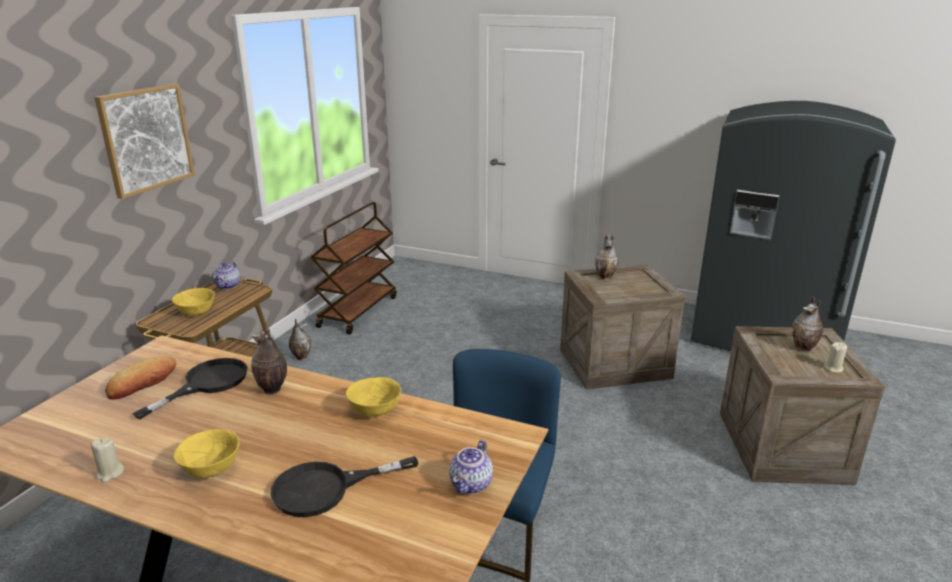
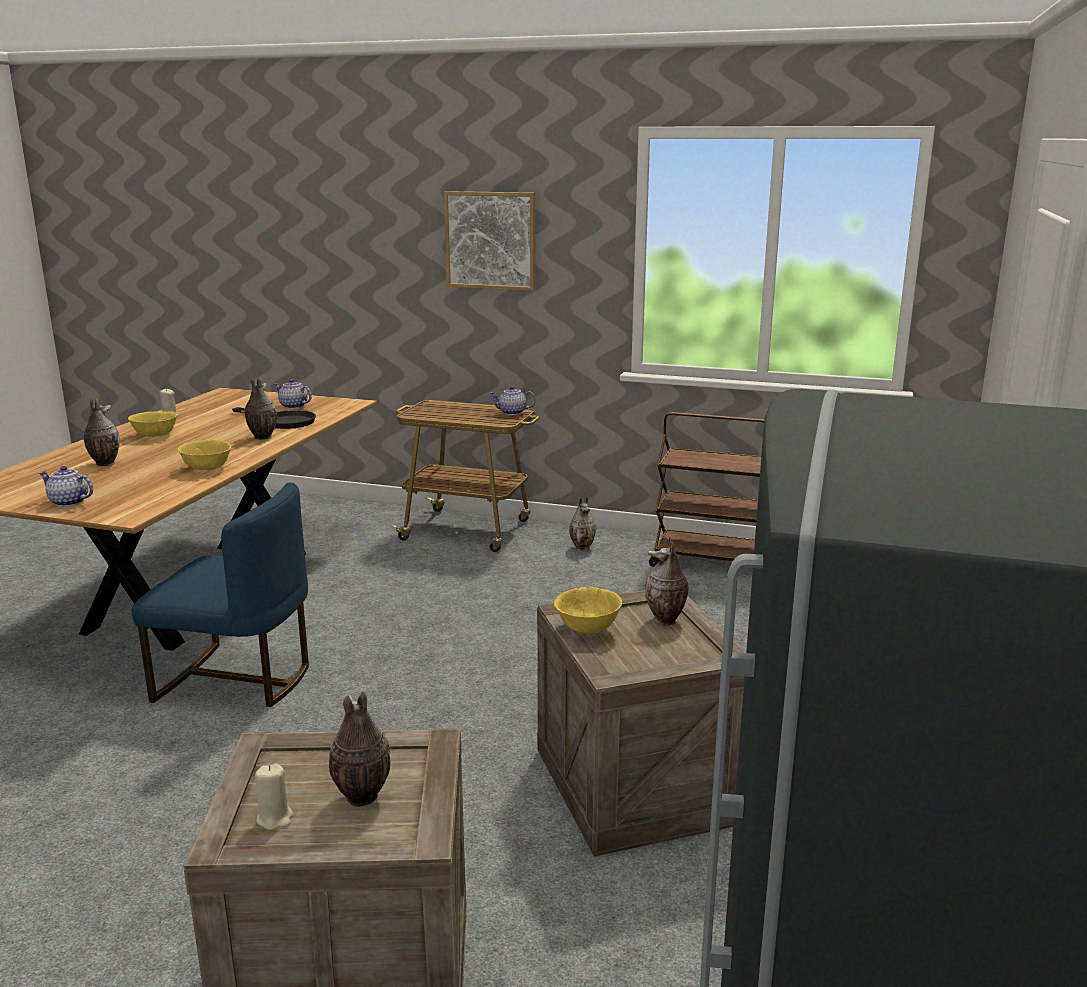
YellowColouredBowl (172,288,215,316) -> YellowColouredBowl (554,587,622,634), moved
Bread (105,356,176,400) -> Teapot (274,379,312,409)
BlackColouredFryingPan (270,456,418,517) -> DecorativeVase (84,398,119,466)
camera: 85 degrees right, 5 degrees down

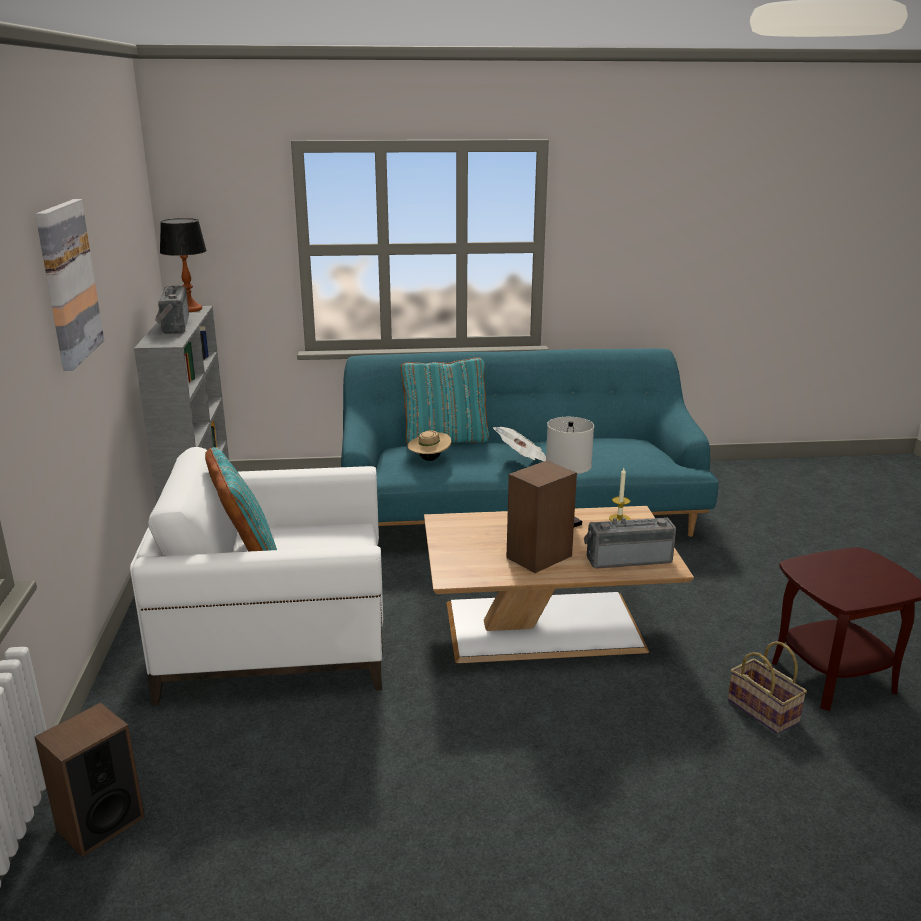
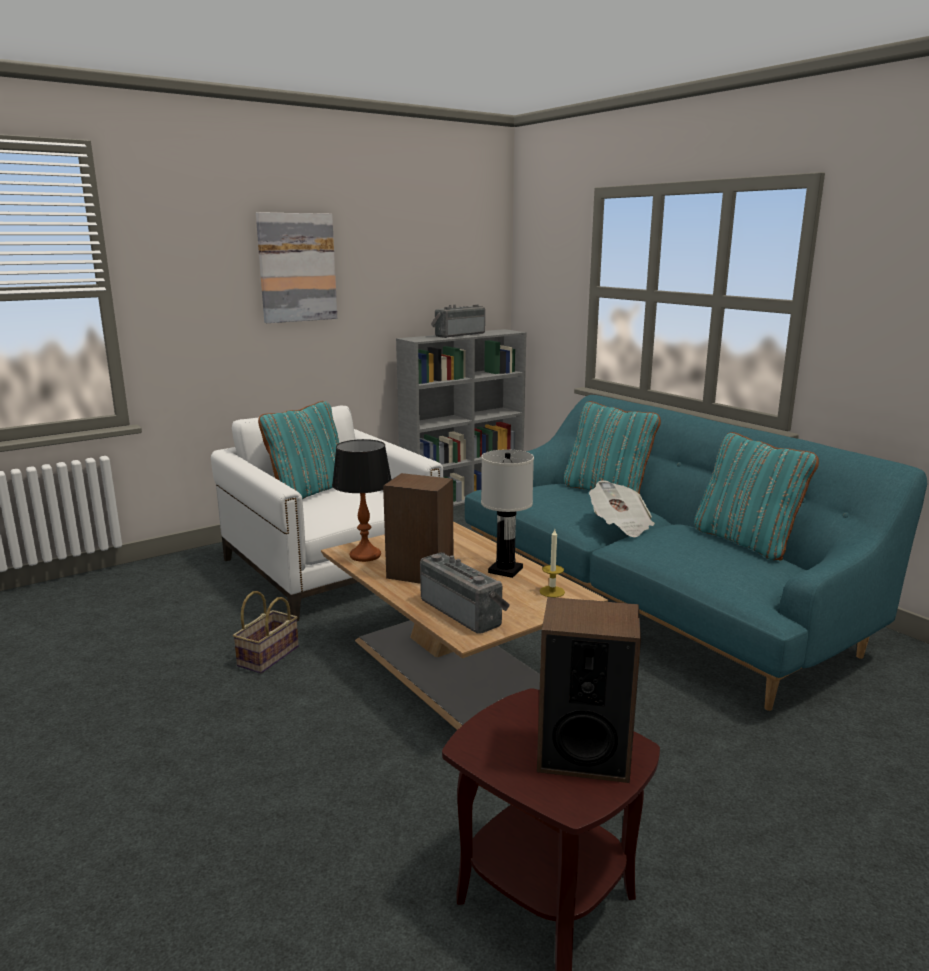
LampForATable (160,218,207,312) -> LampForATable (332,439,391,562), moved
SandColouredWearableHat (407,429,451,461) -> none
HouseholdBasket (728,641,807,734) -> HouseholdBasket (233,591,299,673), moved
Loudspeaker (35,702,145,857) -> Loudspeaker (537,597,641,783), moved
none -> TurquoiseCushion (694,432,819,561)
camera: 60 degrees right, 5 degrees down

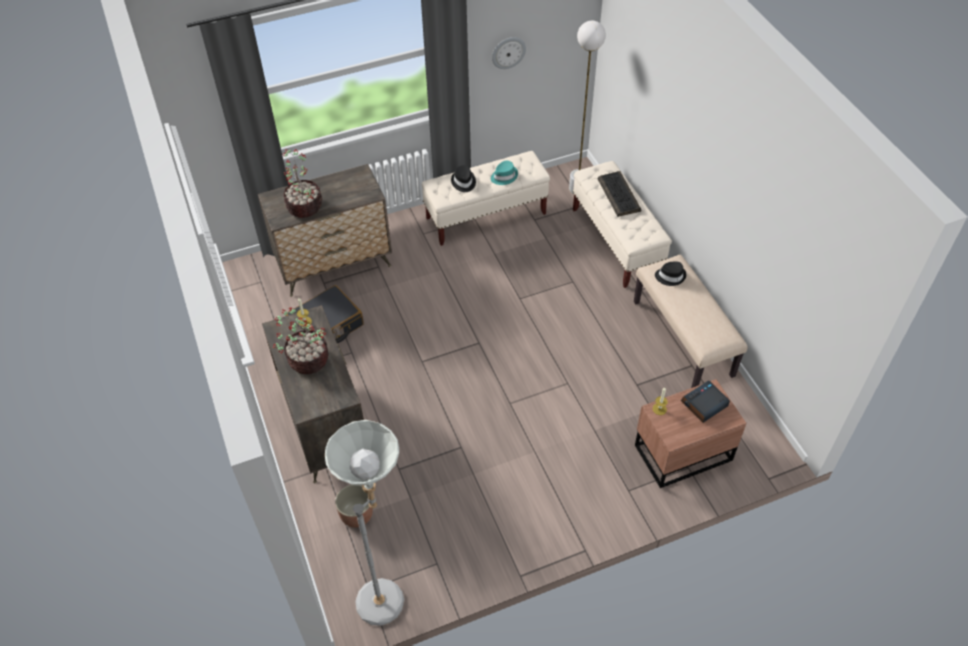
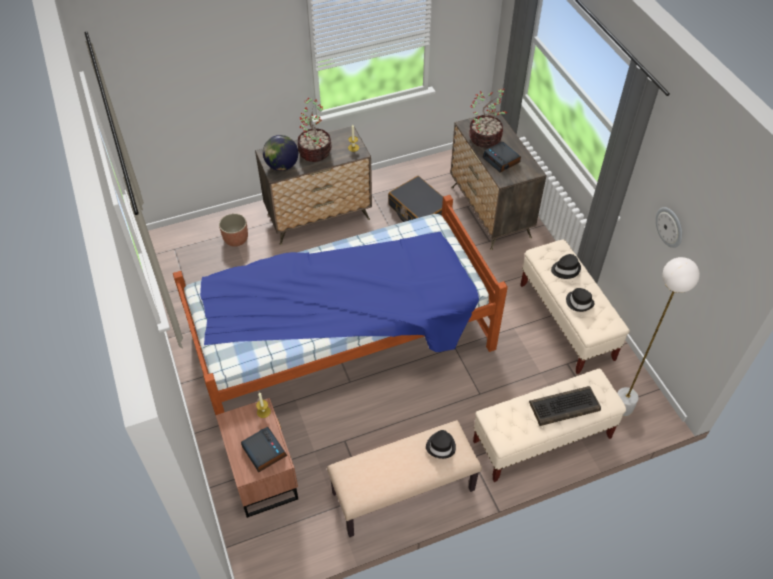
TurquoiseWearableHat (491,161,518,185) -> BlackColouredWearableHat (566,288,595,312)
GreyishFloorLamp (325,420,404,626) -> none
none -> Globe (263,135,298,171)
none -> TableClock (482,142,521,173)
none -> BedroomBed (173,195,508,415)
camera: 90 degrees right, 0 degrees up

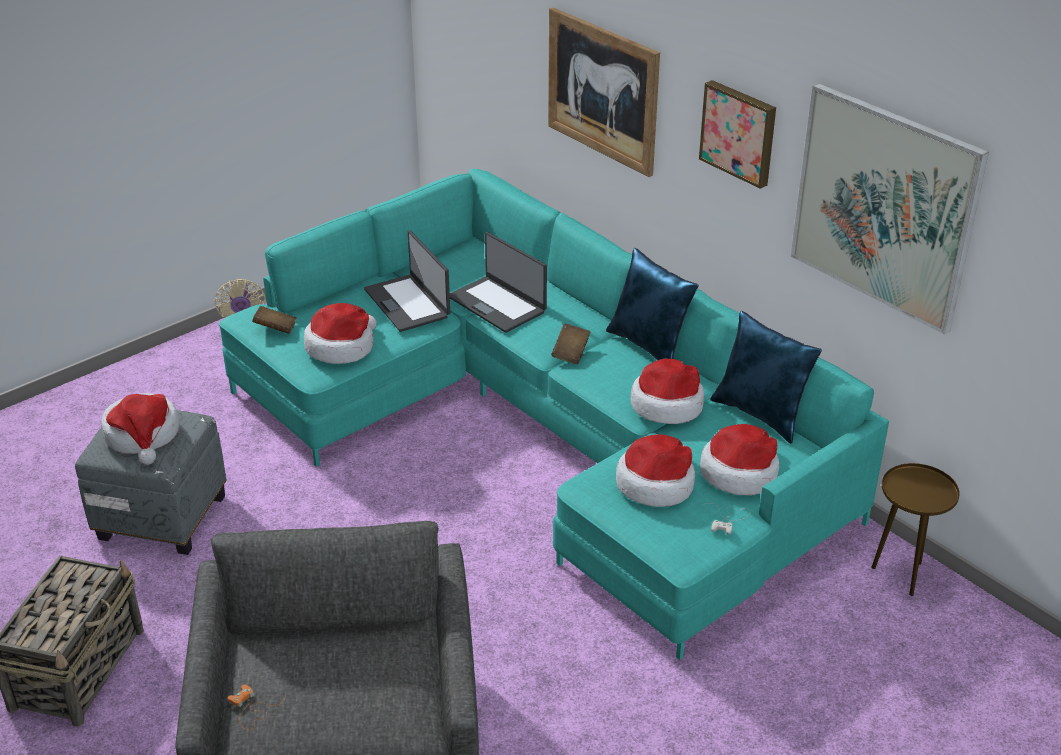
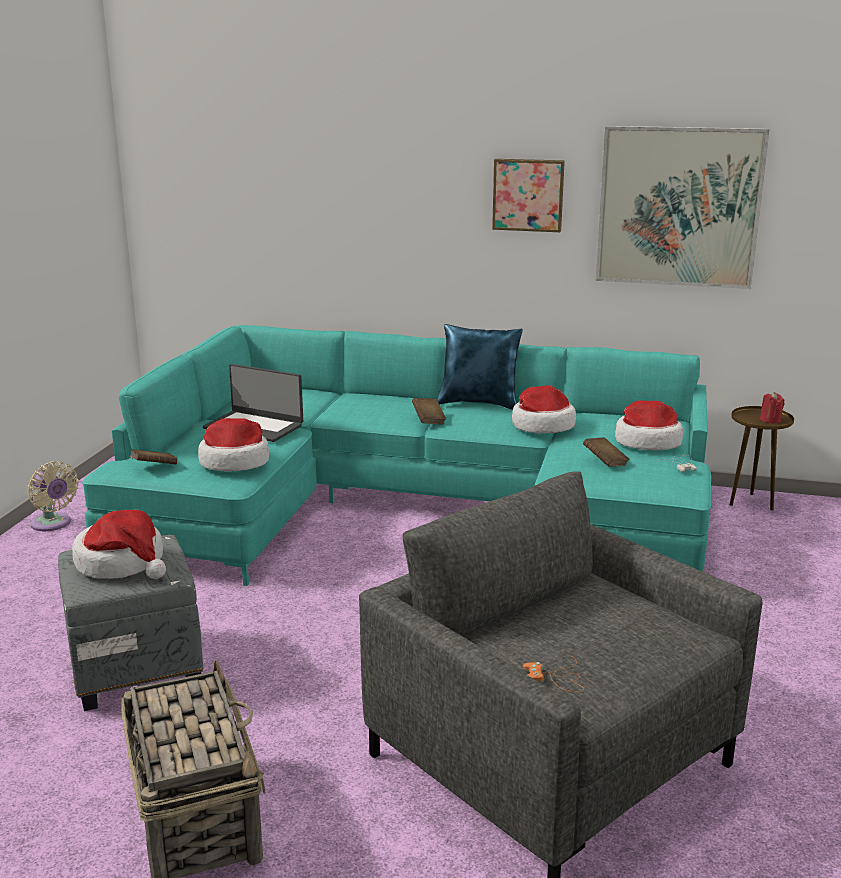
Picture (548,7,660,177) -> none
Laptop (450,232,547,333) -> none
BlueCushion (711,311,822,443) -> none
WearableHat (616,434,695,507) -> BrownColouredBook (583,437,630,467)
none -> ReddishWaxLight (760,392,784,424)
camera: 35 degrees left, 15 degrees down

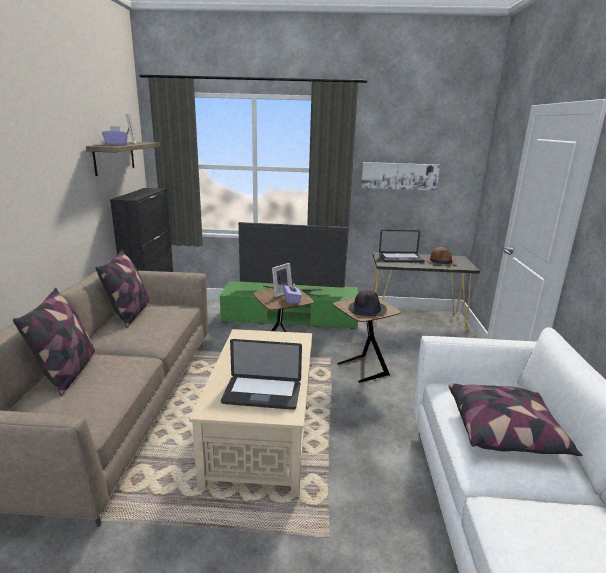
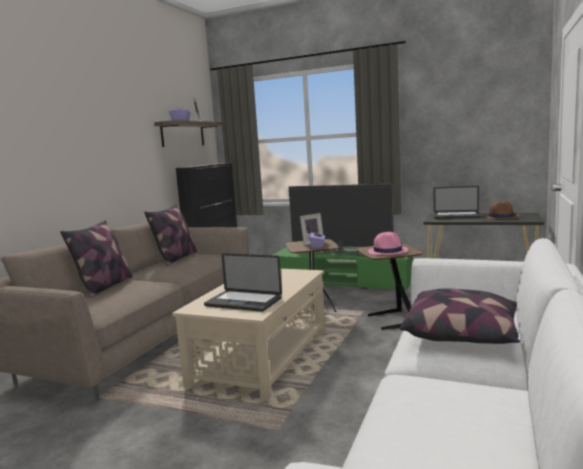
Picture (361,162,440,191) -> none
BlackColouredWearableHat (349,290,387,316) -> PinkColouredWearableHat (368,232,408,255)
camera: 20 degrees right, 10 degrees down

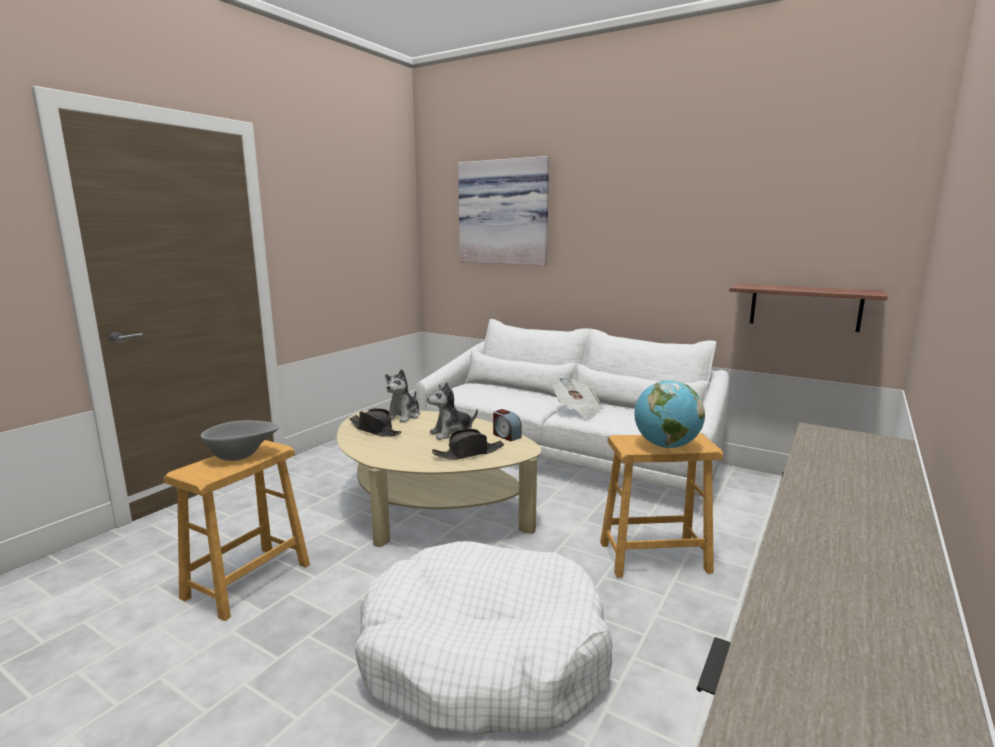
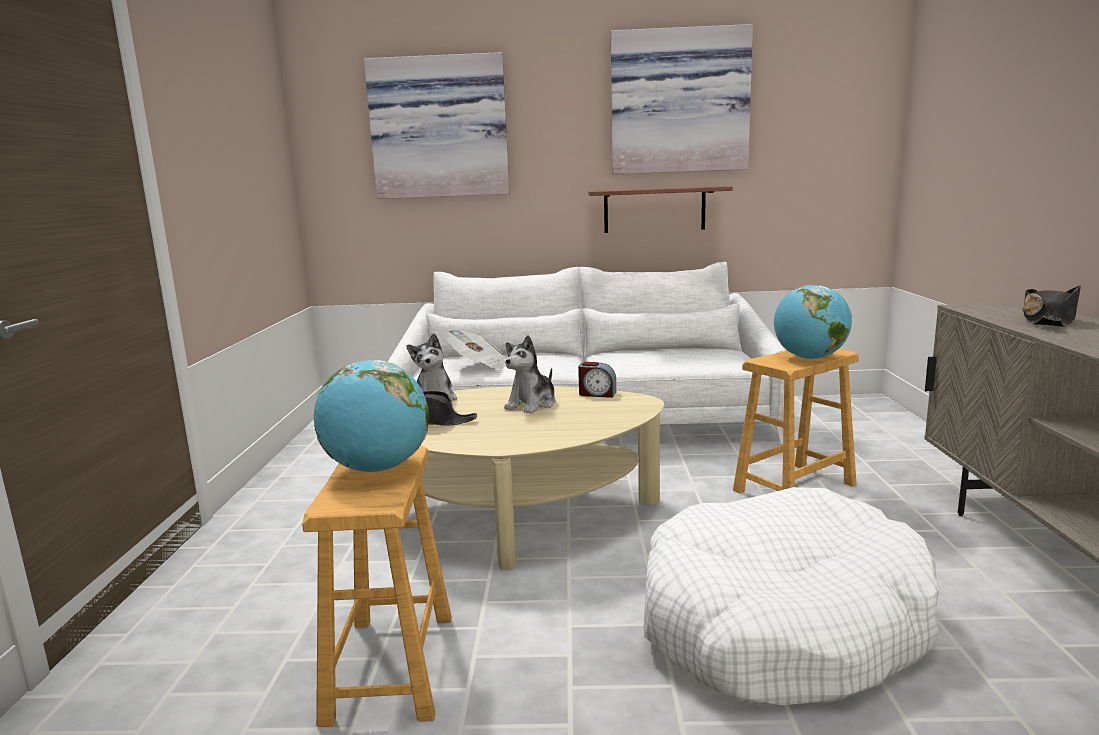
WallShelf (729,284,888,332) -> WallShelf (588,186,733,233), moved
PrintedPaper (553,377,603,418) -> PrintedPaper (447,329,507,370), moved
GreyishBowl (201,420,280,461) -> Globe (314,360,429,472)
BlackColouredWearableHat (432,429,504,460) -> BlackColouredWearableHat (1022,286,1081,327), moved
none -> Picture (611,24,753,175)
camera: 30 degrees left, 0 degrees up

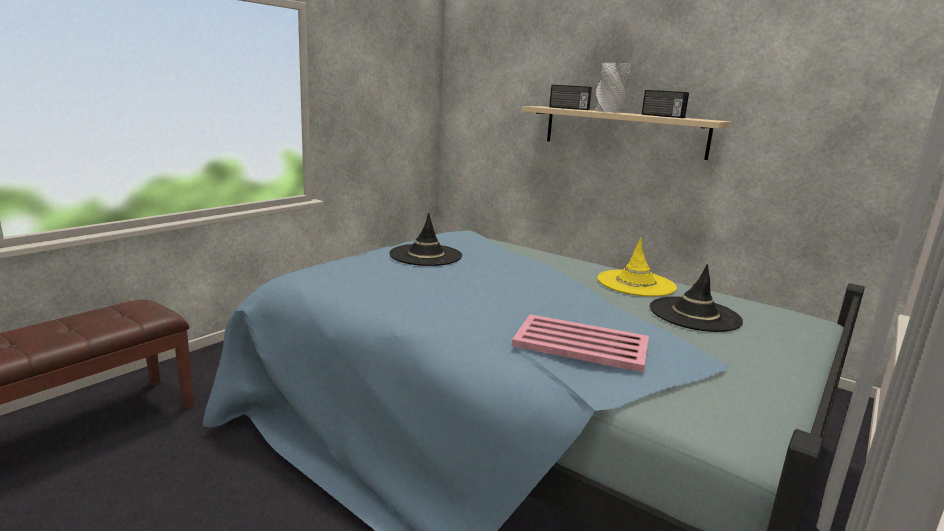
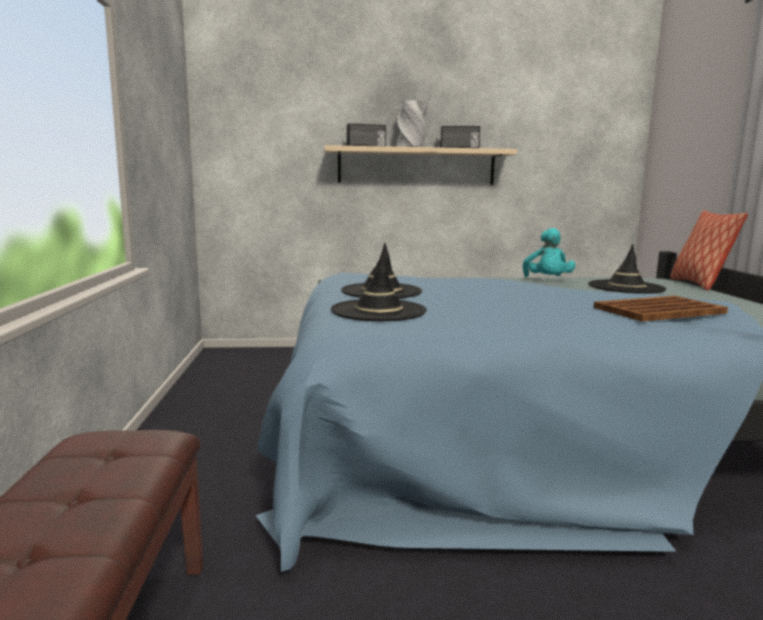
YellowColouredWearableHat (597,238,677,297) -> TurquoiseCuddlyToy (523,228,575,277)
PinkColouredTray (512,314,649,372) -> BrownColouredTray (594,296,728,322)
none -> Cushion (670,210,748,291)
none -> BlackColouredWearableHat (331,253,427,321)
camera: 40 degrees left, 5 degrees down

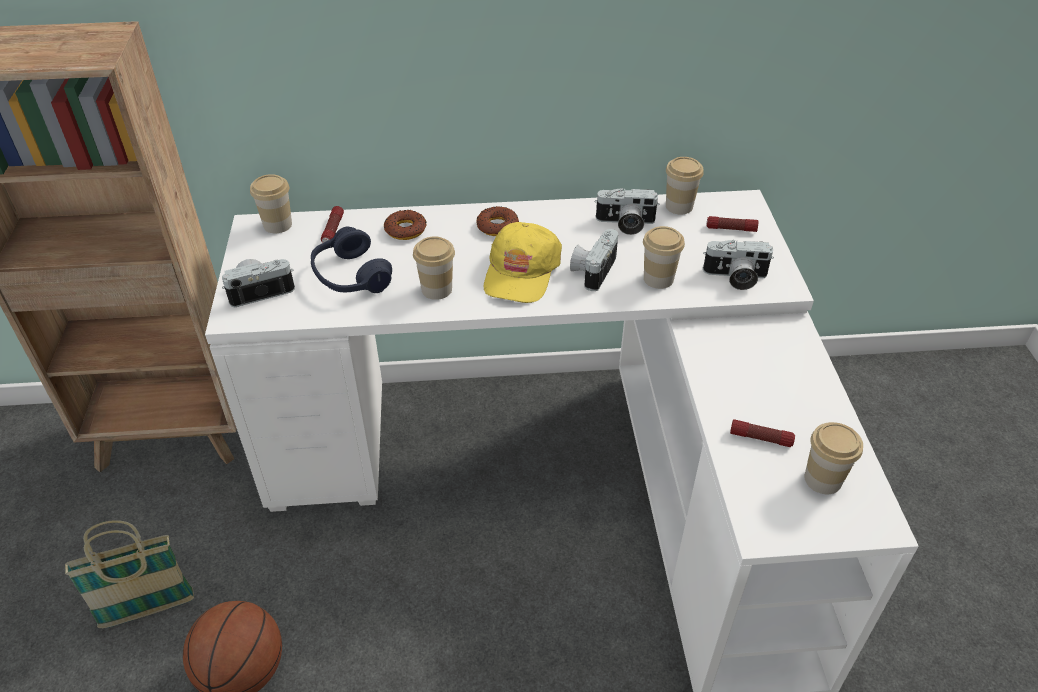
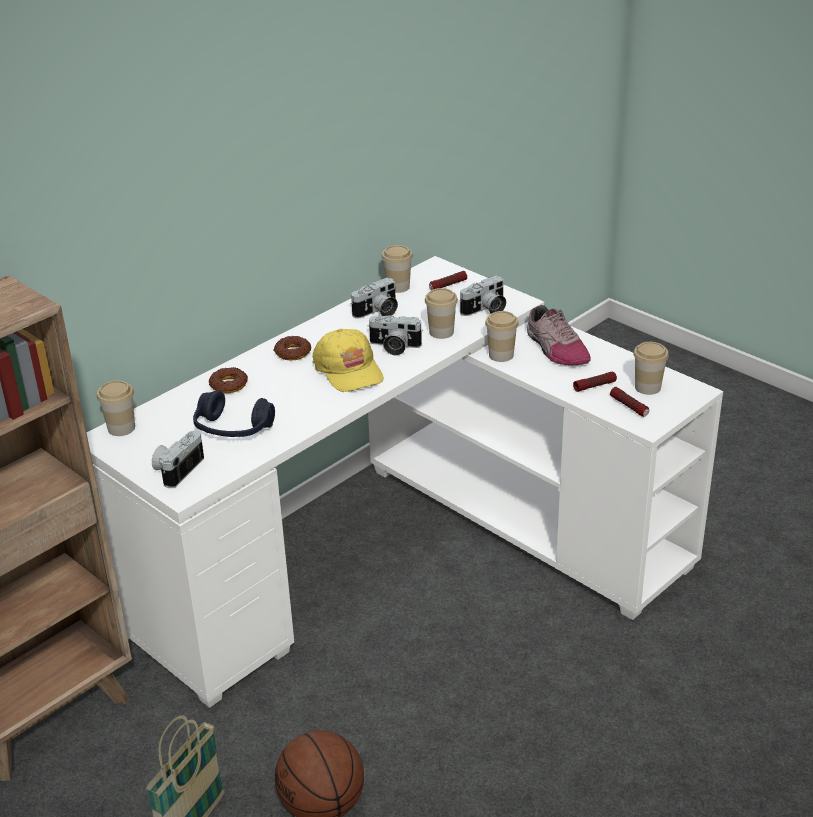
Flashlight (321,206,344,243) -> Flashlight (610,387,649,417), moved
PhotoCamera (570,229,618,291) -> PhotoCamera (367,315,423,355), 60 degrees counterclockwise
SmallCup (413,236,455,300) -> SmallCup (485,311,519,362), moved
none -> Shoe (527,305,591,365)
camera: 40 degrees left, 10 degrees down

